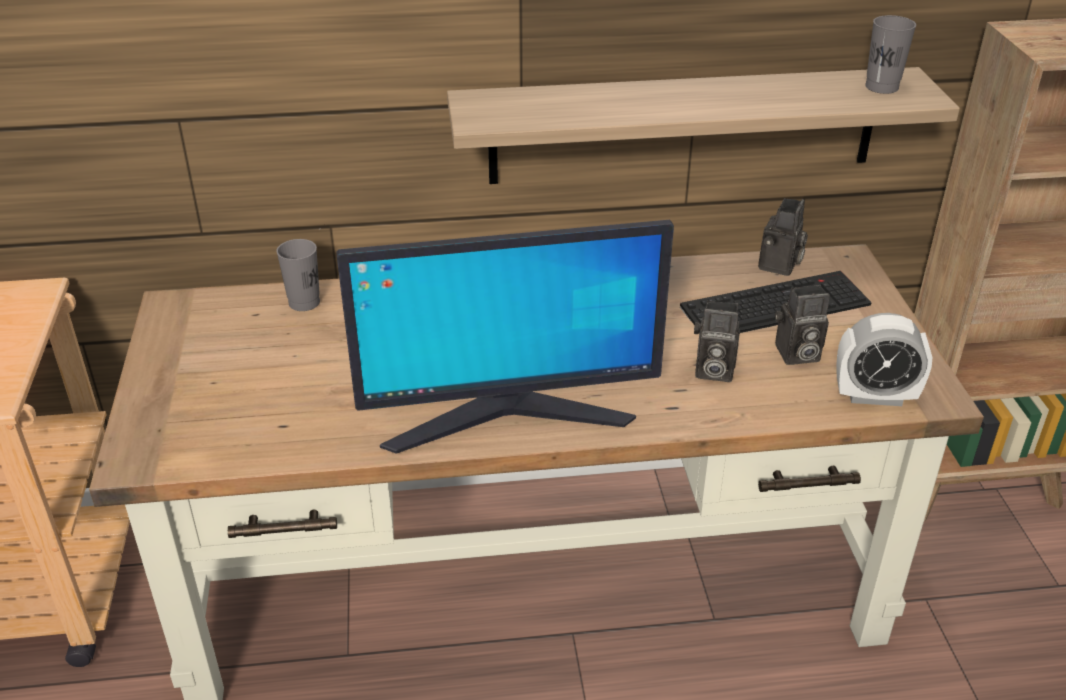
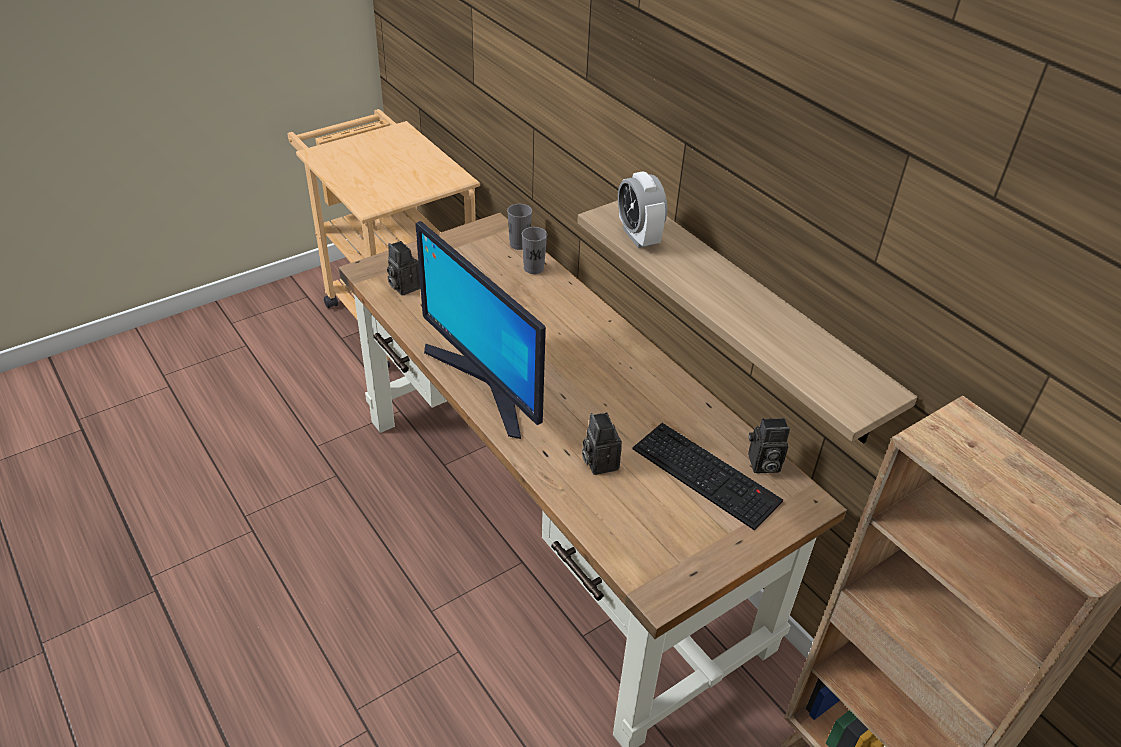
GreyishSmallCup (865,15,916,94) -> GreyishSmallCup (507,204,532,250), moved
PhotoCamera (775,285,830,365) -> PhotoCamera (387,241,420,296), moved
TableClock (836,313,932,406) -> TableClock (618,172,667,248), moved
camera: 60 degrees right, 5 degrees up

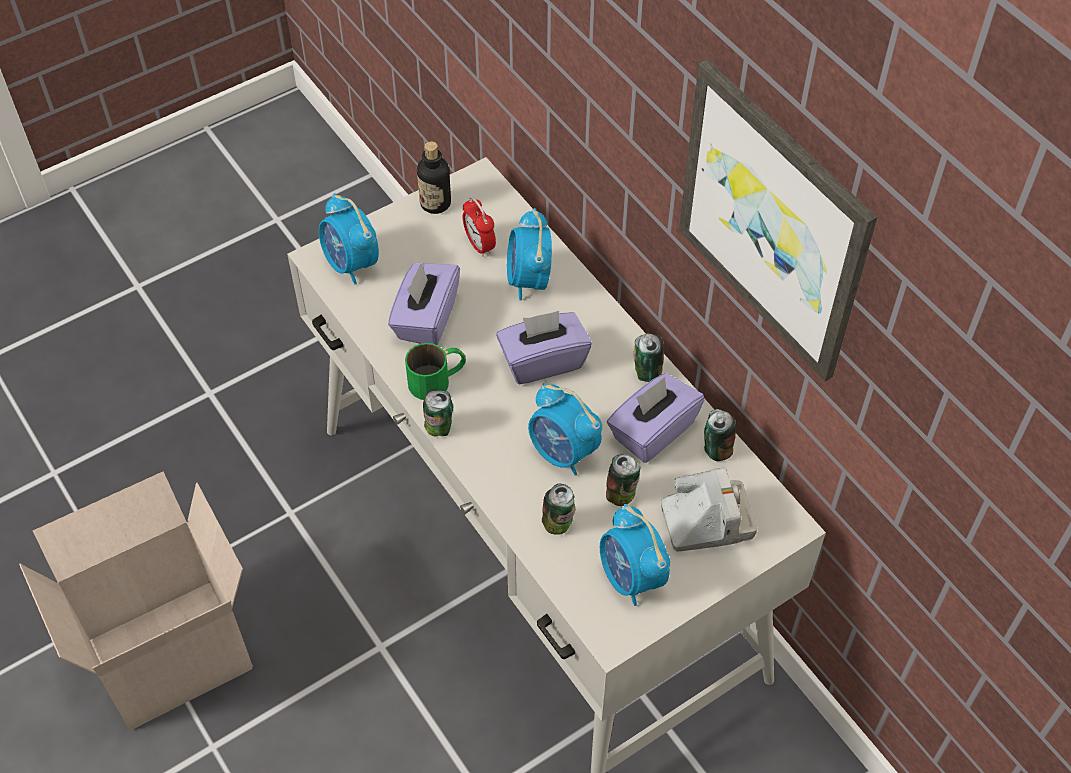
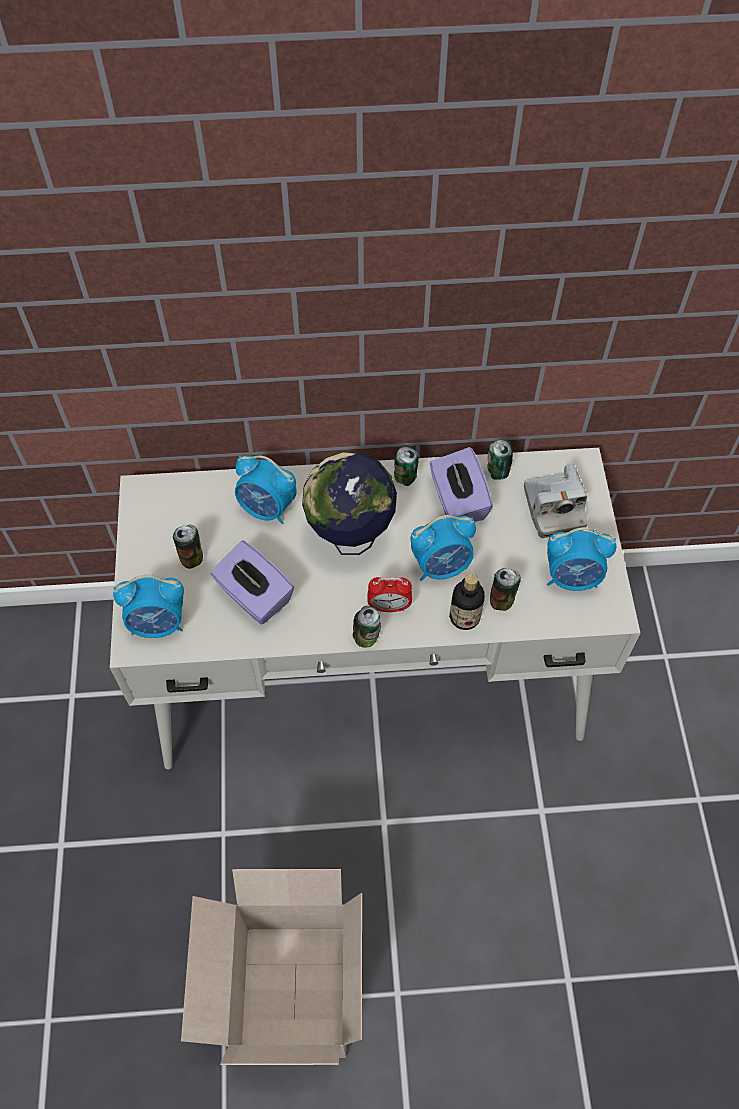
Picture (679,59,877,381) -> none
DrinkBottle (417,141,451,214) -> DrinkBottle (449,573,485,630), moved
TableClock (463,197,496,257) -> TableClock (367,577,412,612), moved
PurpleColouredBoxOfTissues (496,311,592,384) -> Globe (302,452,397,555)
GreenColouredMug (405,343,466,400) -> none
MetalCan (606,454,641,506) -> MetalCan (173,524,203,569), moved
PhotoCamera (661,468,757,551) -> PhotoCamera (524,463,588,538), 150 degrees clockwise
camera: 60 degrees left, 5 degrees up

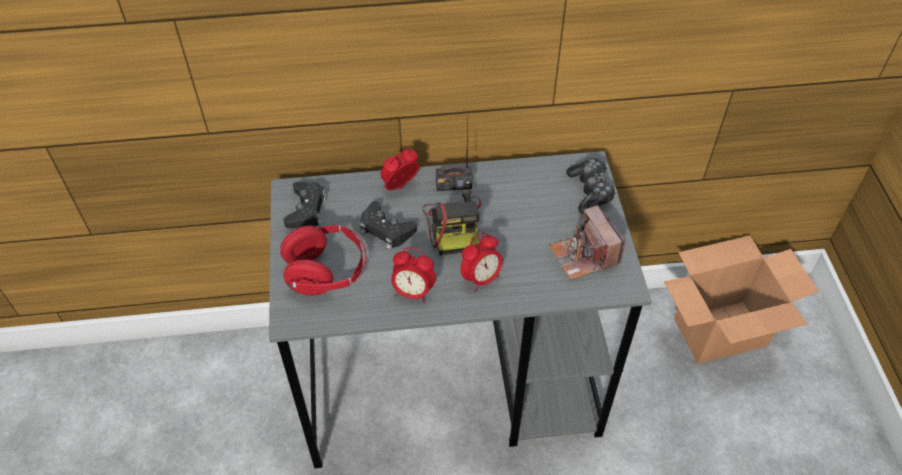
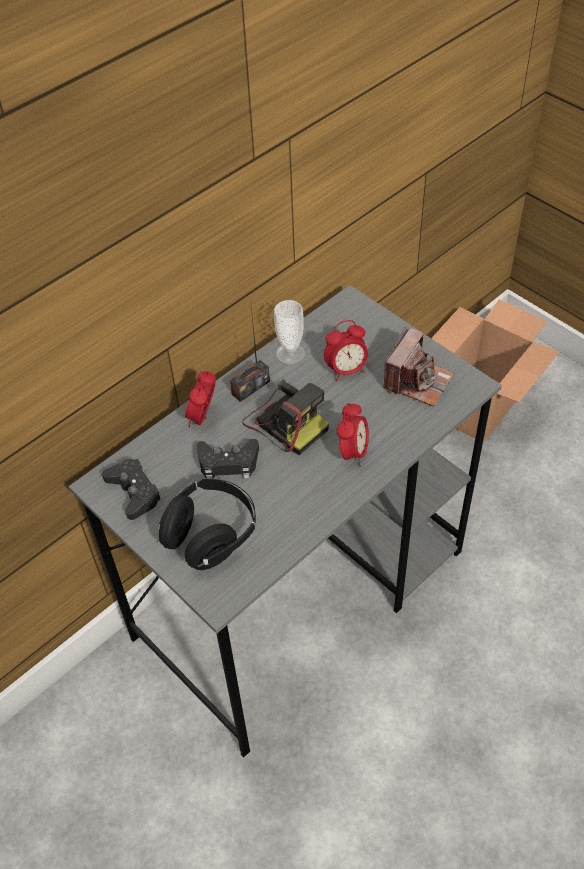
GameController (567,158,616,214) -> none
PhotoCamera (549,205,626,280) -> PhotoCamera (383,327,454,406), 90 degrees counterclockwise
ReddishPairOfHeadphones (280,225,367,295) -> BlackColouredPairOfHeadphones (159,479,256,570)
TableClock (391,247,436,303) -> TableClock (324,320,368,381), moved
none -> SmallCup (274,300,305,364)
camera: 35 degrees left, 0 degrees up

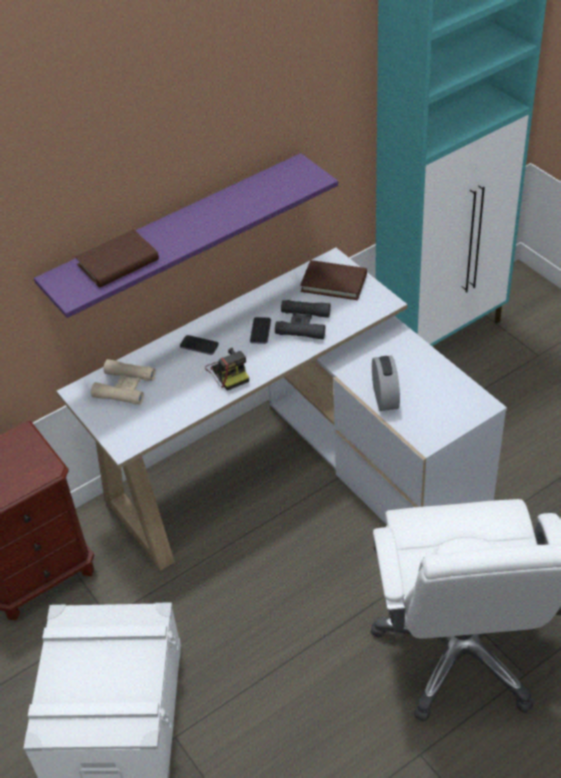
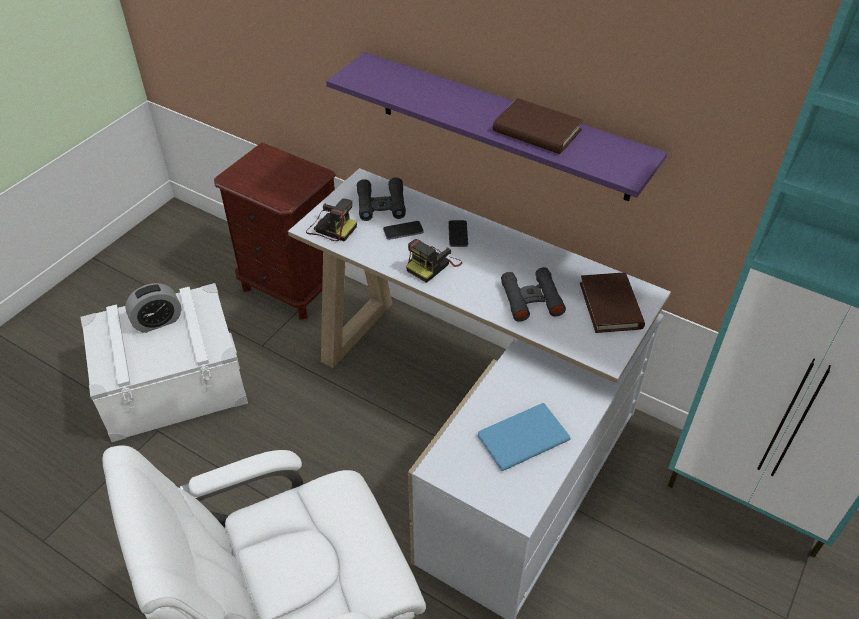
BrownColouredBook (76,229,159,288) -> BrownColouredBook (493,98,583,154), moved
Phone (250,317,271,344) -> Phone (383,221,423,240), moved
TableClock (372,356,400,411) -> TableClock (125,283,181,333), moved
SandColouredFieldGlasses (91,359,156,405) -> BlackColouredFieldGlasses (357,177,406,221)
none -> PhotoCamera (306,198,357,242)
none -> BlueBook (478,403,571,471)
camera: 65 degrees right, 0 degrees up

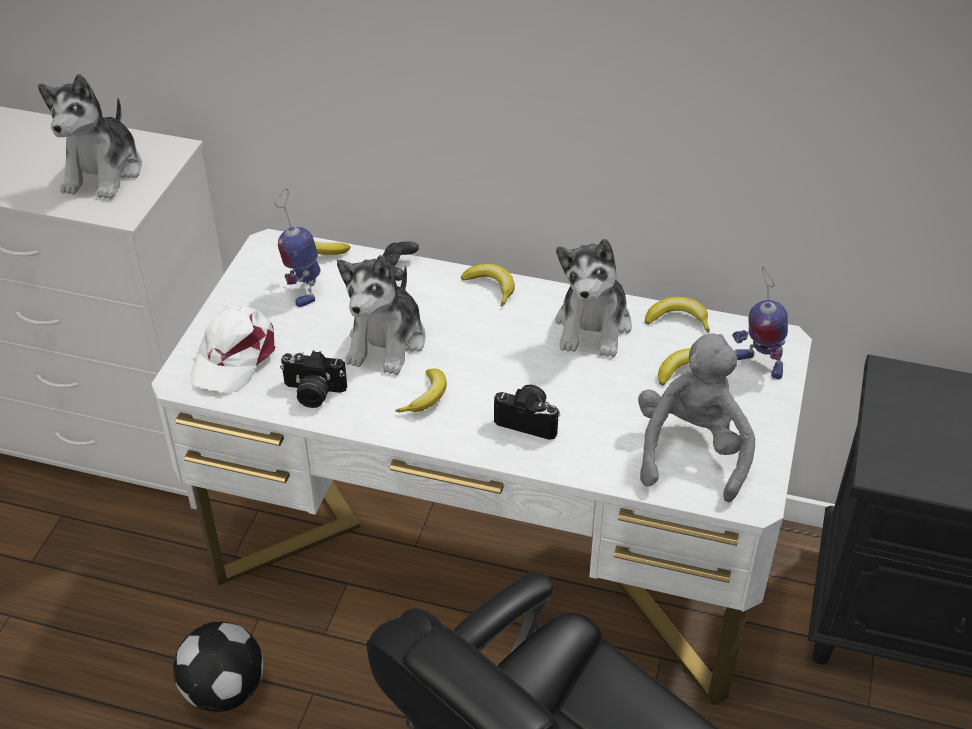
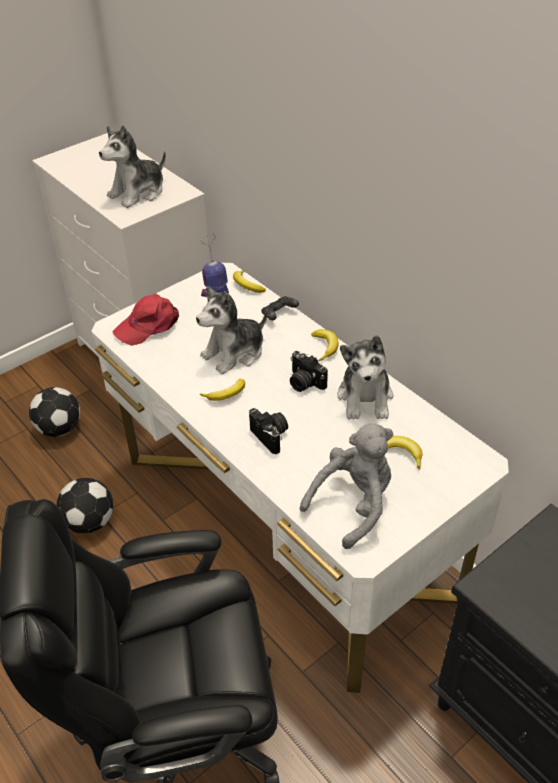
CuddlyToy (555,239,632,357) -> CuddlyToy (337,335,393,420), 45 degrees counterclockwise
ToyRobot (732,267,788,379) -> none
WholeBanana (645,297,710,333) -> none
WhiteCap (190,305,275,392) -> ReddishCap (112,294,179,346)
PhotoCamera (280,351,347,408) -> PhotoCamera (290,351,328,392), moved
none -> BallForFootball (29,387,80,437)
camera: 35 degrees right, 0 degrees up

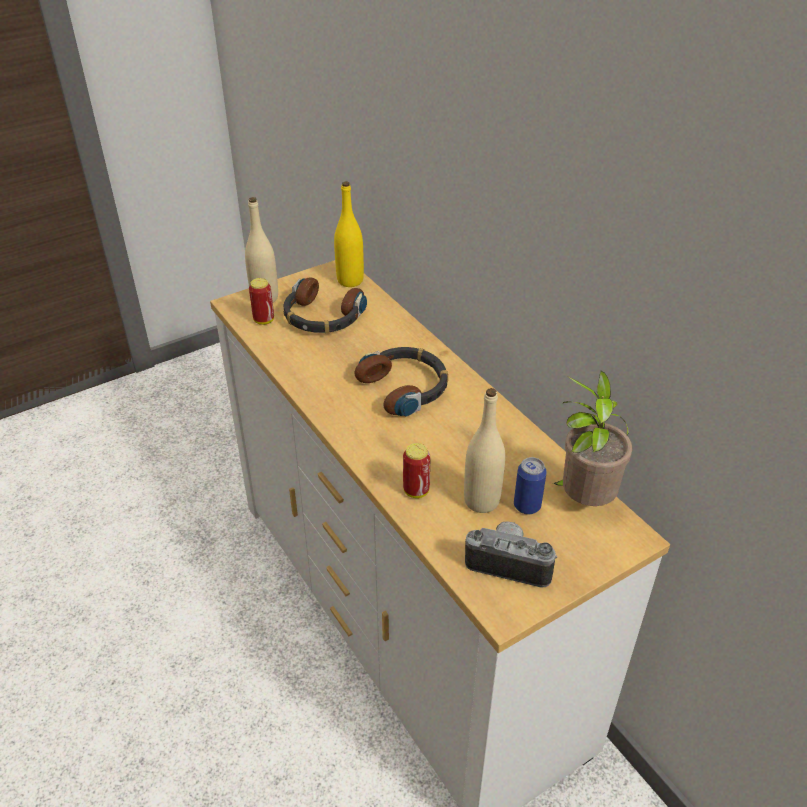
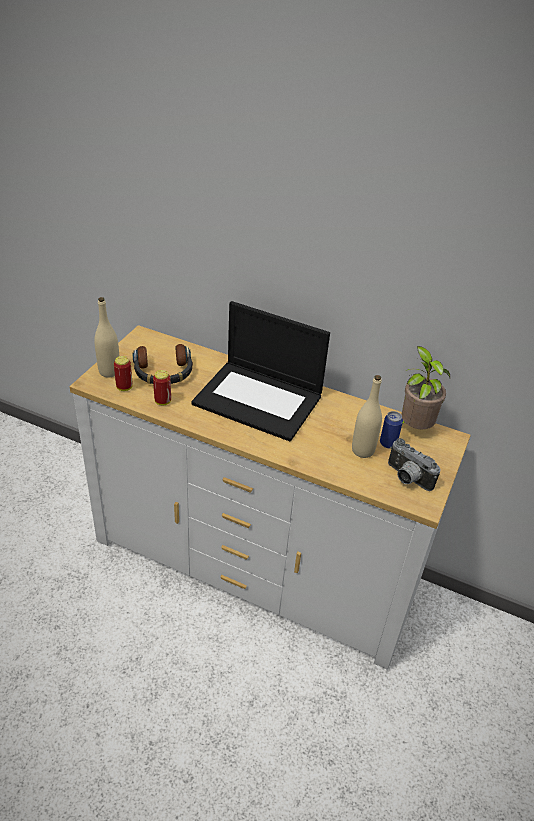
YellowColouredDrinkBottle (334,181,364,287) -> none
PairOfHeadphones (354,347,448,417) -> Laptop (191,301,330,442)
MetalCan (403,443,431,498) -> MetalCan (153,370,171,405), moved
PhotoCamera (465,521,557,587) -> PhotoCamera (388,438,441,491), 120 degrees counterclockwise
camera: 35 degrees left, 0 degrees up

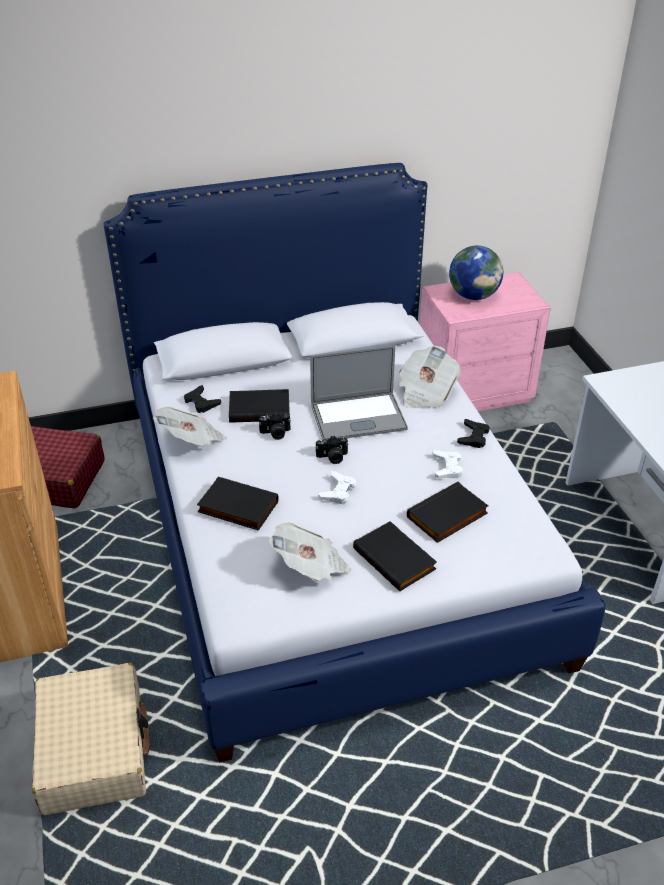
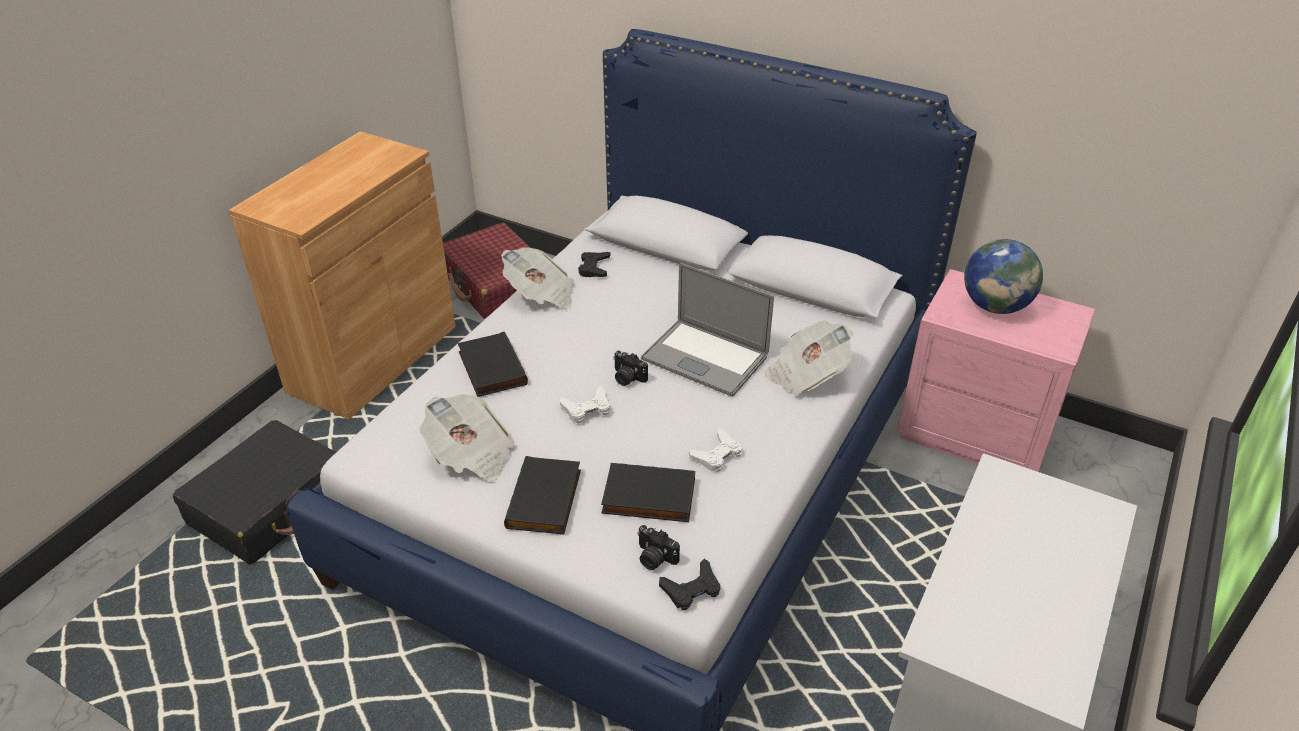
BlackColouredBook (229,389,290,422) -> none
PhotoCamera (259,412,291,440) -> PhotoCamera (637,525,680,570), moved
BlackColouredGameController (457,419,490,448) -> BlackColouredGameController (659,559,720,610), moved
SandColouredPieceOfLuggage (32,663,150,815) -> BlackColouredPieceOfLuggage (173,420,336,564)
camera: 45 degrees right, 0 degrees up

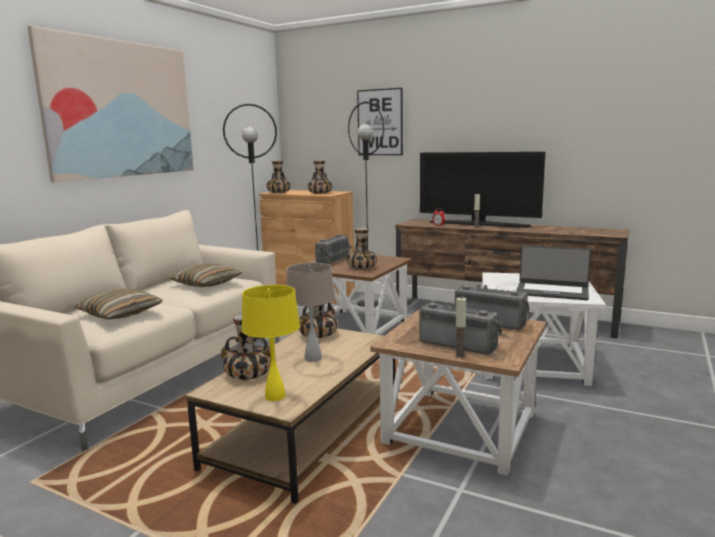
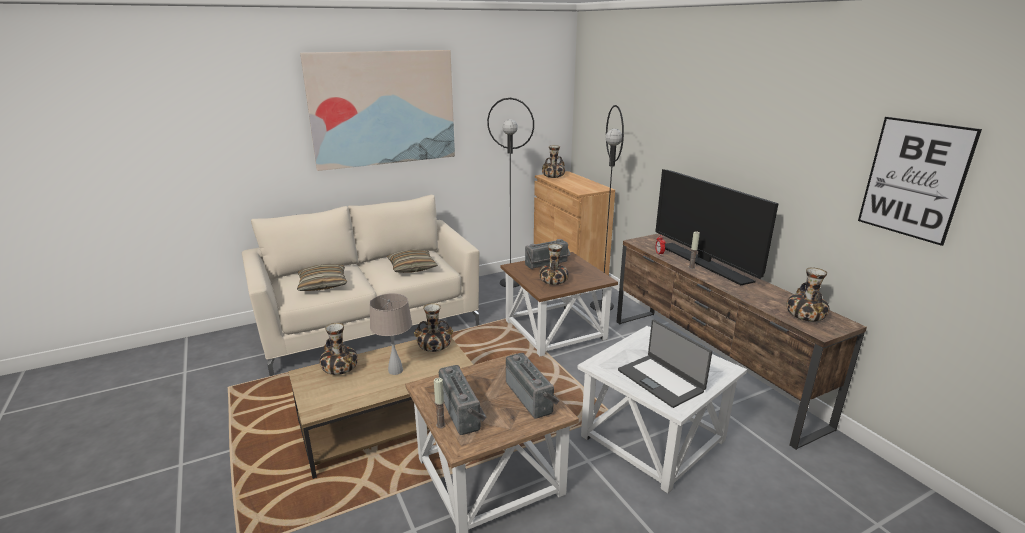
Picture (357,88,403,155) -> Picture (858,117,982,246), moved
DecorativeVase (308,161,332,194) -> DecorativeVase (786,267,829,322), moved
YellowColouredLampForATable (242,285,300,401) -> none
camera: 35 degrees right, 10 degrees up

